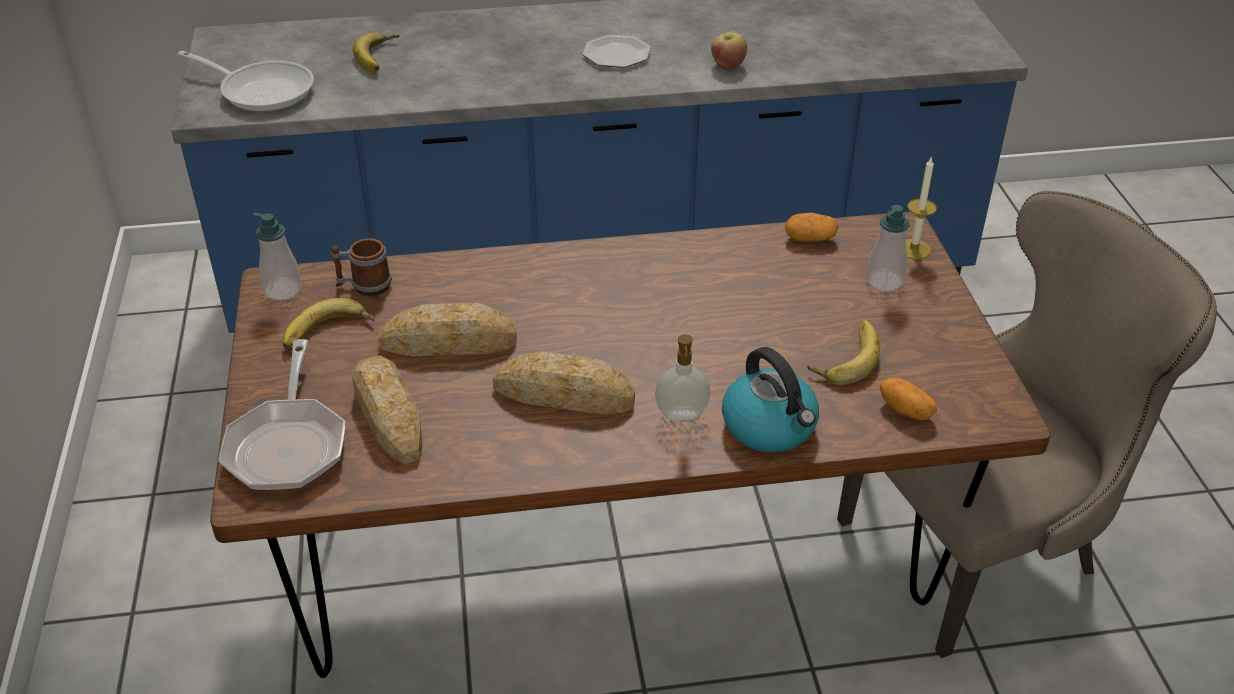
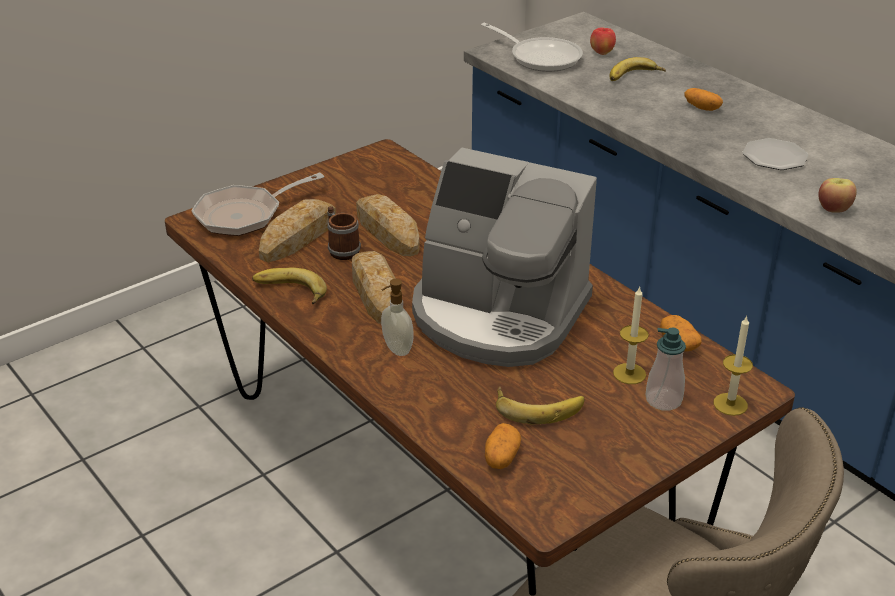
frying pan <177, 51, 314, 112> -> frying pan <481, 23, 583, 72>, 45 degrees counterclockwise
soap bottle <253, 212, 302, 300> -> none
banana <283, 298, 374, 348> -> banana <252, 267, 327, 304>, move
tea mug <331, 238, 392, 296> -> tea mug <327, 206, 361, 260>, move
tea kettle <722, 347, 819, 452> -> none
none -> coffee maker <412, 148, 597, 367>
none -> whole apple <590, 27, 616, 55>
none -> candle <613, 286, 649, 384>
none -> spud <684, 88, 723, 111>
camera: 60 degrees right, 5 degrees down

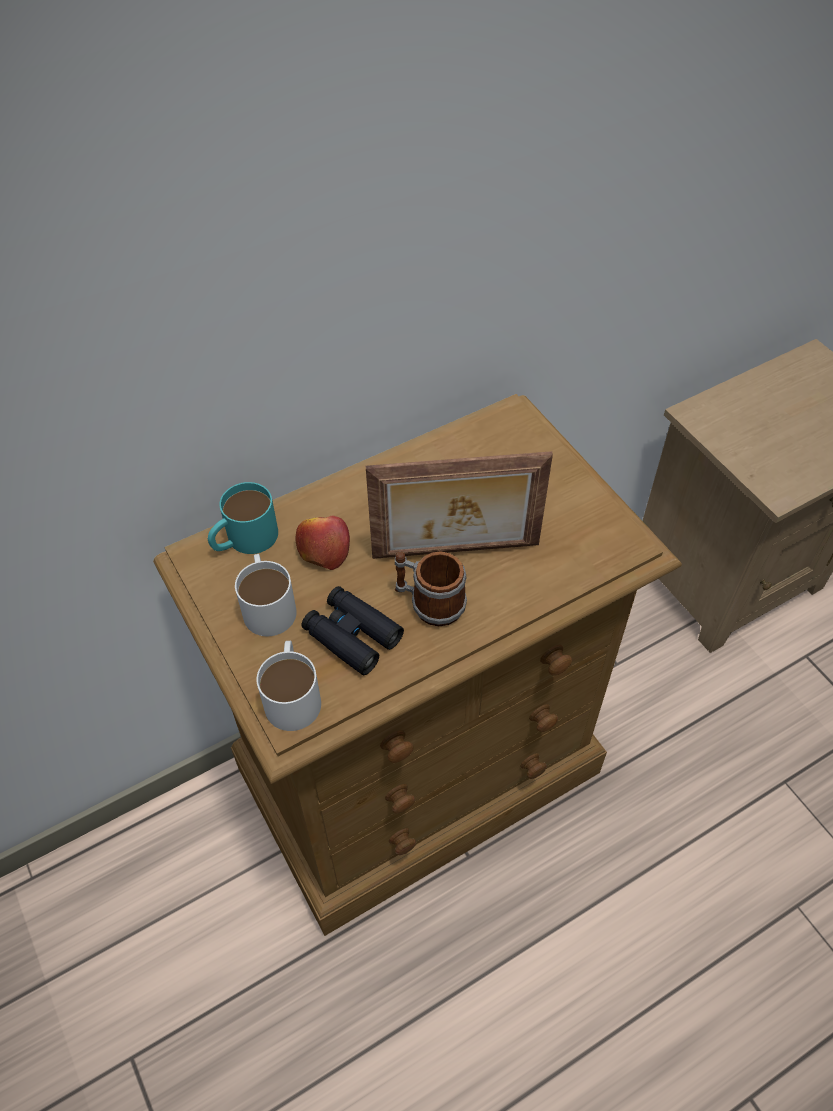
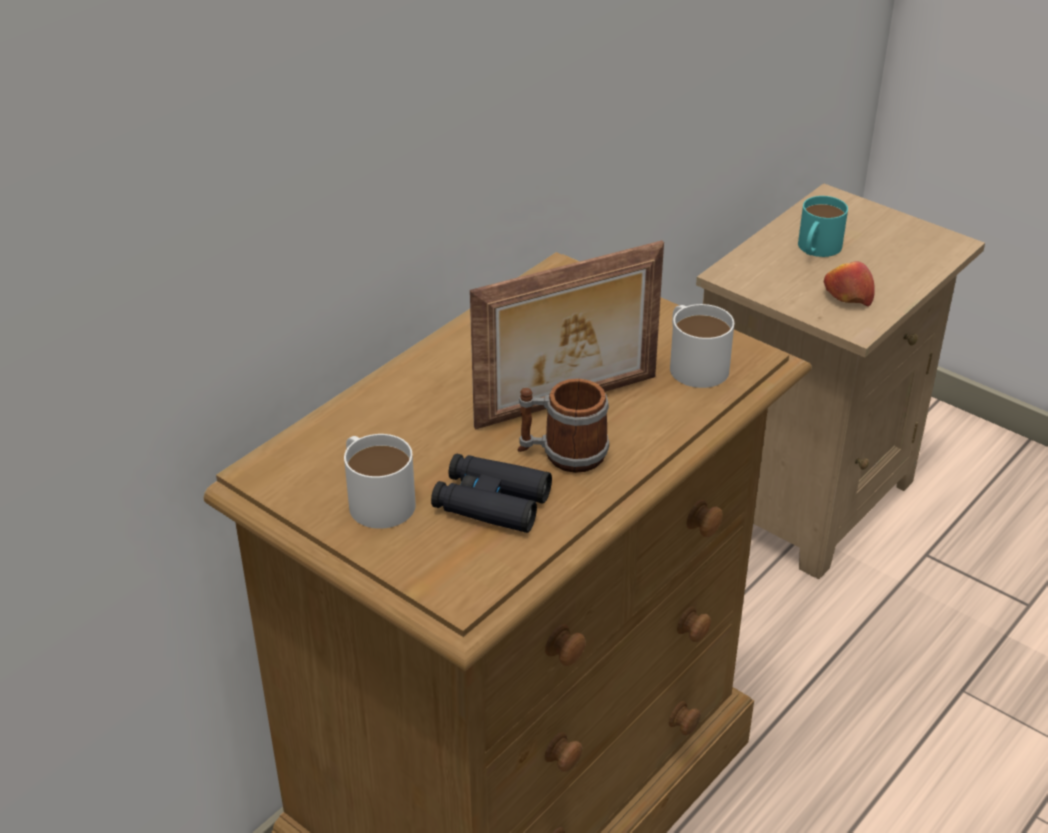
turquoise tea mug <208, 482, 278, 554> -> turquoise tea mug <798, 196, 848, 257>, move
white tea mug <256, 641, 321, 731> -> white tea mug <670, 304, 734, 388>, move
whole apple <296, 516, 350, 570> -> whole apple <824, 261, 875, 307>, move
camera: 20 degrees left, 15 degrees down

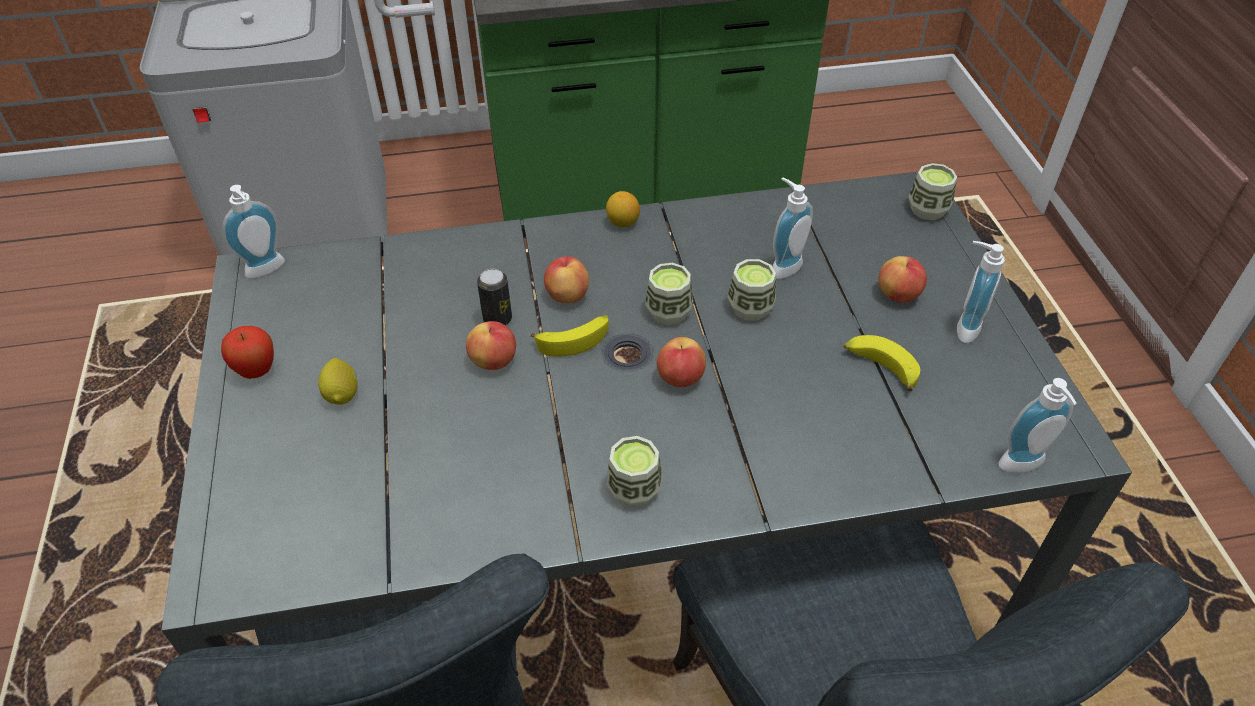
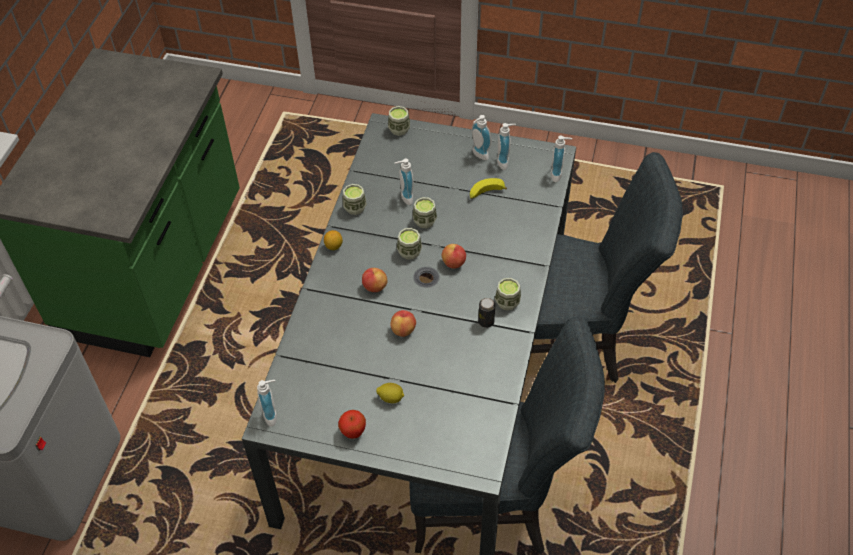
sealed can <477, 269, 512, 325> -> sealed can <478, 298, 495, 328>, move
banana <531, 315, 609, 356> -> none
whole apple <878, 256, 927, 303> -> none
none -> small cup <343, 184, 367, 215>
none -> soap bottle <497, 123, 516, 170>
camera: 65 degrees left, 5 degrees up

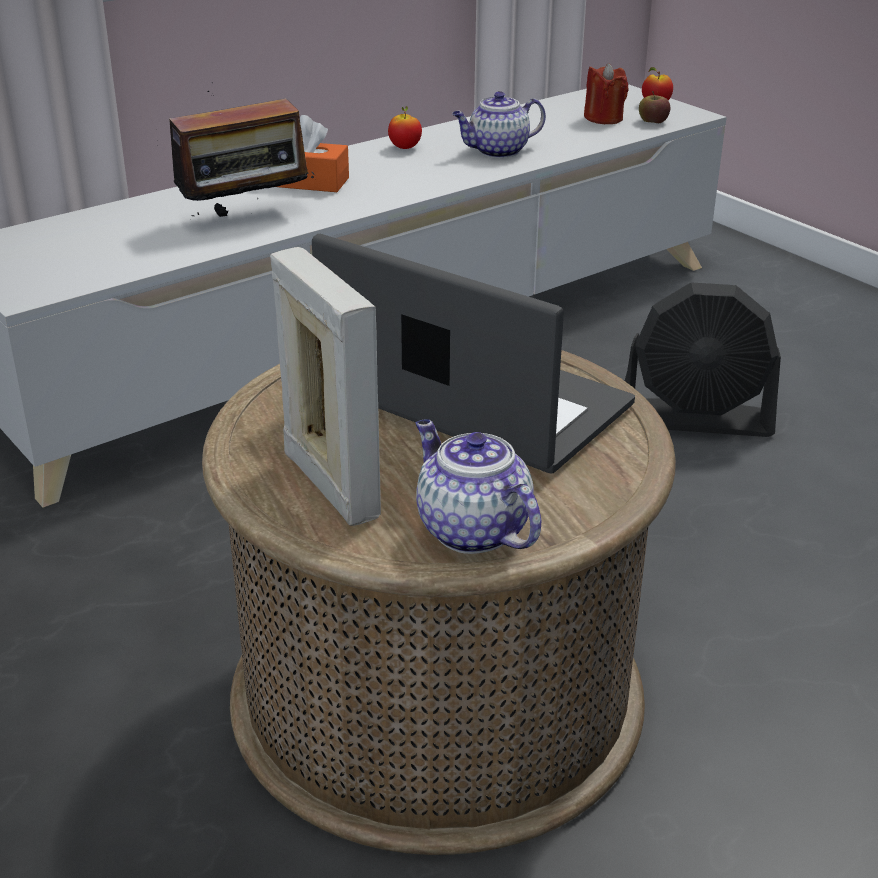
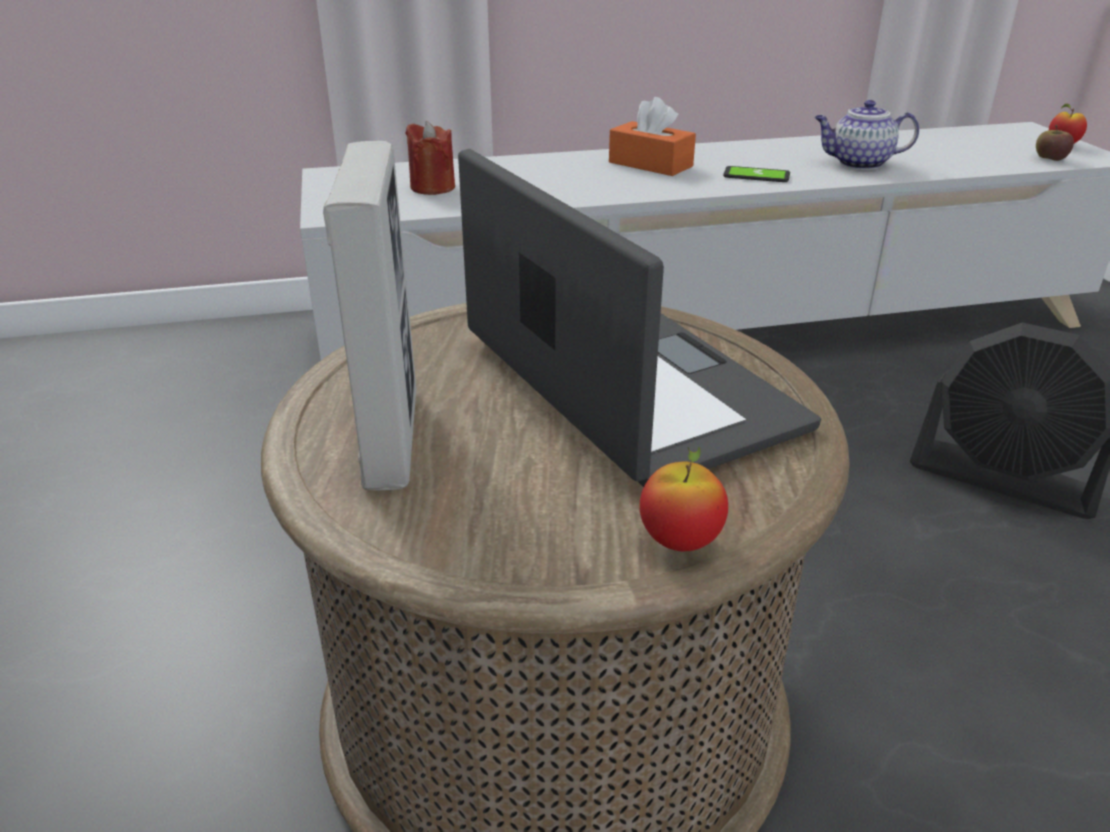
radio set <156, 90, 314, 220> -> none
whole apple <388, 106, 422, 149> -> whole apple <639, 446, 728, 551>, move
pot for tea <416, 419, 541, 554> -> none
red-coloured candle <584, 63, 628, 124> -> red-coloured candle <405, 121, 455, 195>, move
none -> handset <723, 166, 790, 182>
camera: 25 degrees right, 0 degrees up

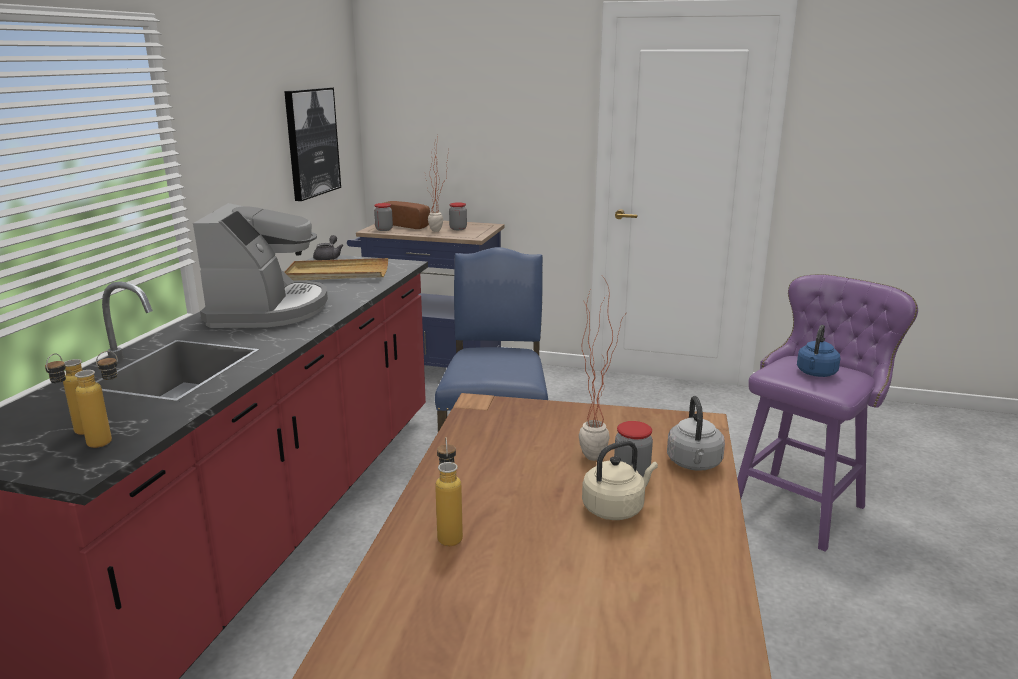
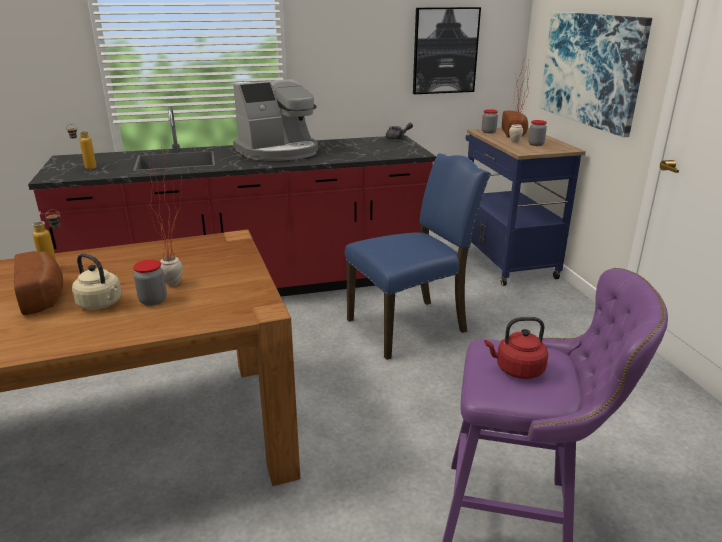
drink bottle <75, 351, 118, 448> -> none
beige carrying tray <285, 258, 388, 280> -> none
grey tea kettle <667, 396, 725, 471> -> none
blue tea kettle <797, 325, 840, 377> -> red-coloured tea kettle <484, 317, 548, 379>
none -> bakery bread <14, 251, 63, 315>
none -> picture <540, 12, 652, 137>
camera: 60 degrees right, 5 degrees up

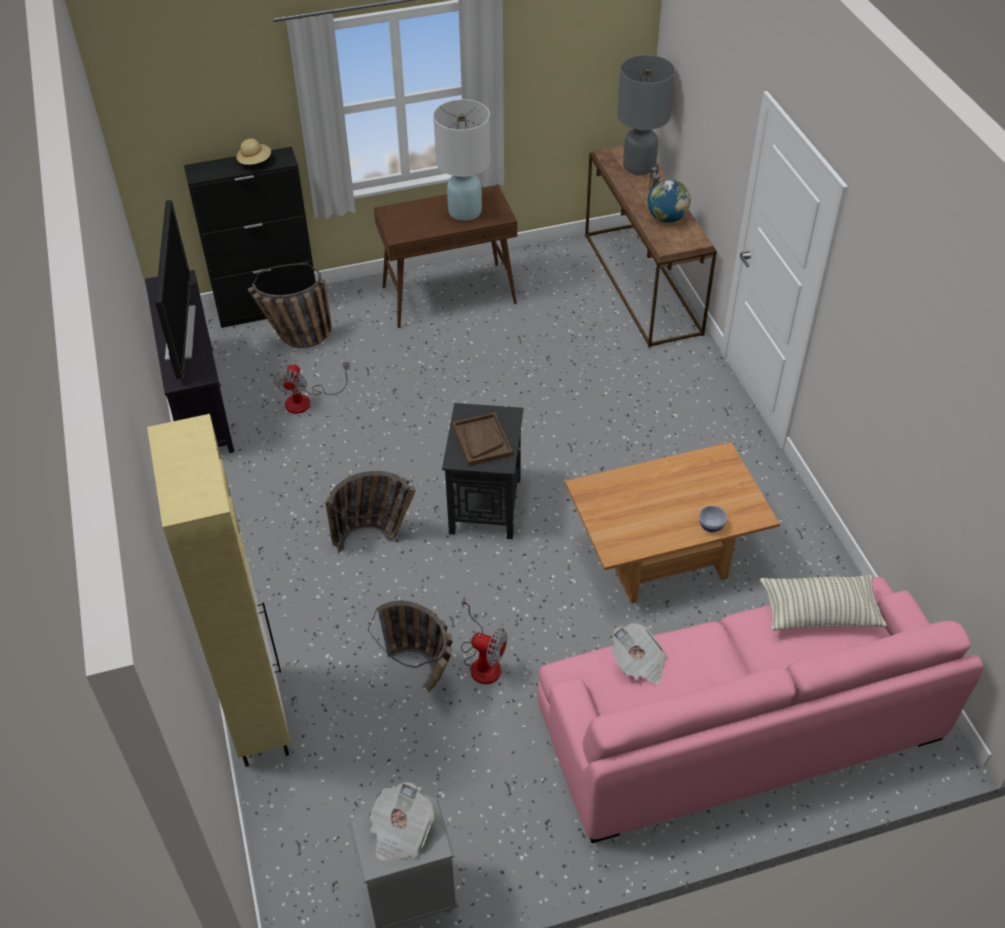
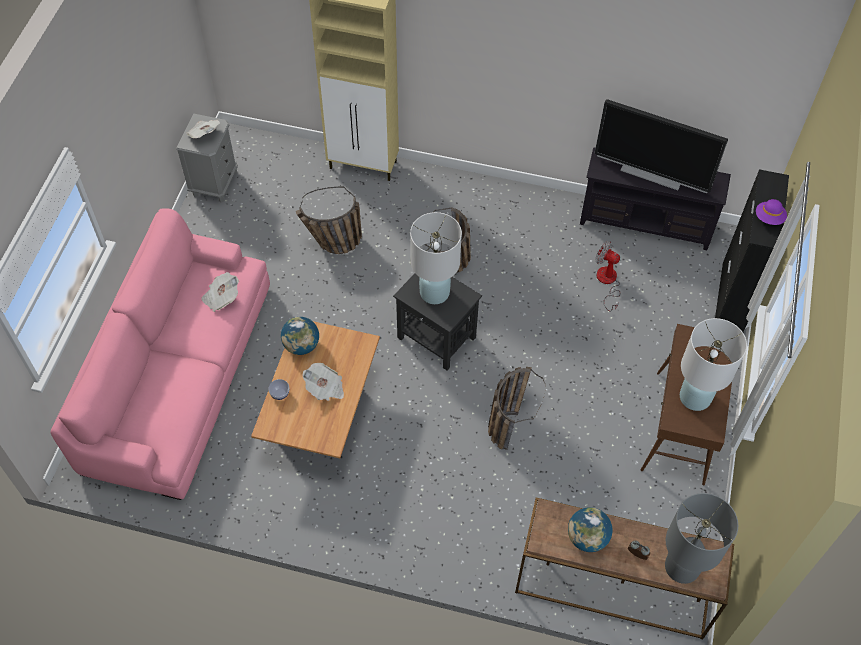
beige hat <236, 139, 271, 165> -> purple-coloured hat <756, 199, 787, 225>
household basket <248, 263, 332, 348> -> household basket <488, 367, 545, 450>, move
brownish carrying tray <452, 412, 513, 466> -> white table lamp <410, 212, 462, 304>
electric fan <461, 596, 507, 684> -> none
pillow <759, 575, 887, 631> -> none
none -> desk globe <281, 317, 319, 355>
none -> printed paper <302, 363, 344, 401>
camera: 120 degrees right, 10 degrees up

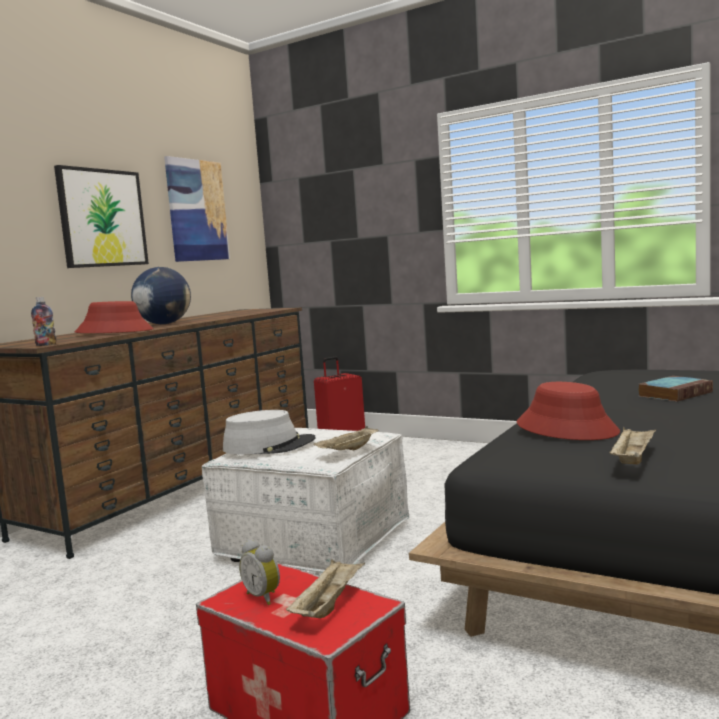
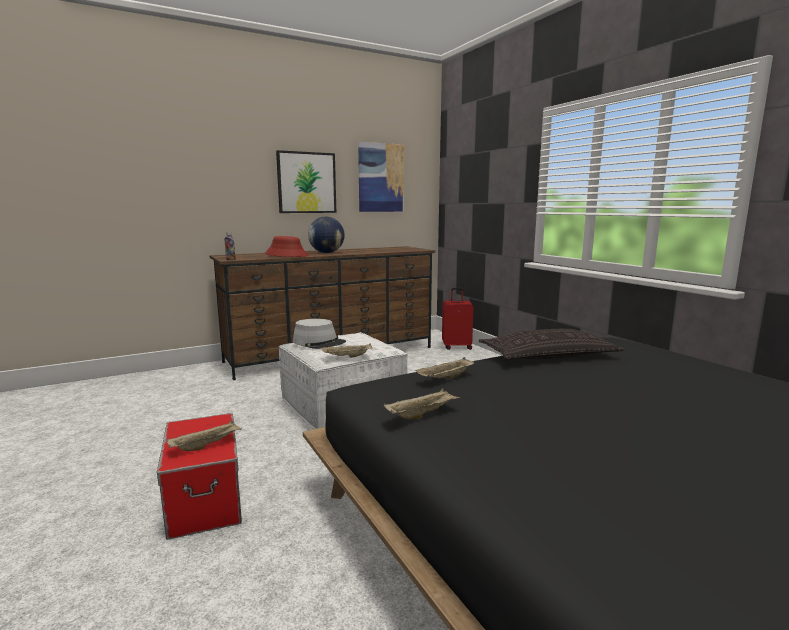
alarm clock <239, 540, 280, 605> -> none
red-coloured hat <517, 382, 620, 440> -> beige carrying tray <416, 357, 474, 379>
bound book <638, 376, 713, 402> -> none
none -> pillow <479, 329, 624, 360>
camera: 30 degrees right, 5 degrees up

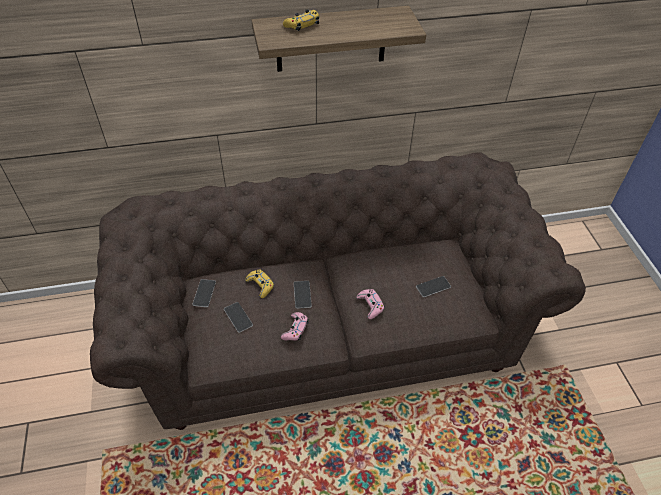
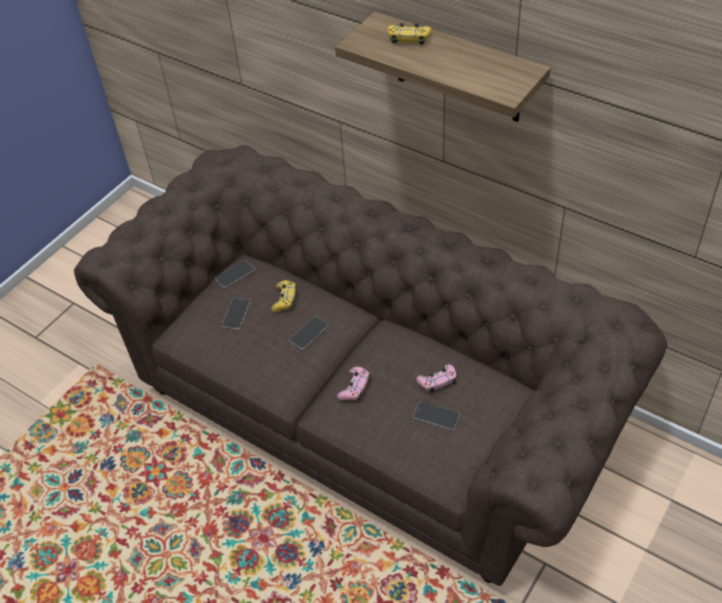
pinkish gamepad <281, 312, 309, 341> -> pinkish gamepad <416, 364, 456, 393>, move
camera: 50 degrees right, 0 degrees up

